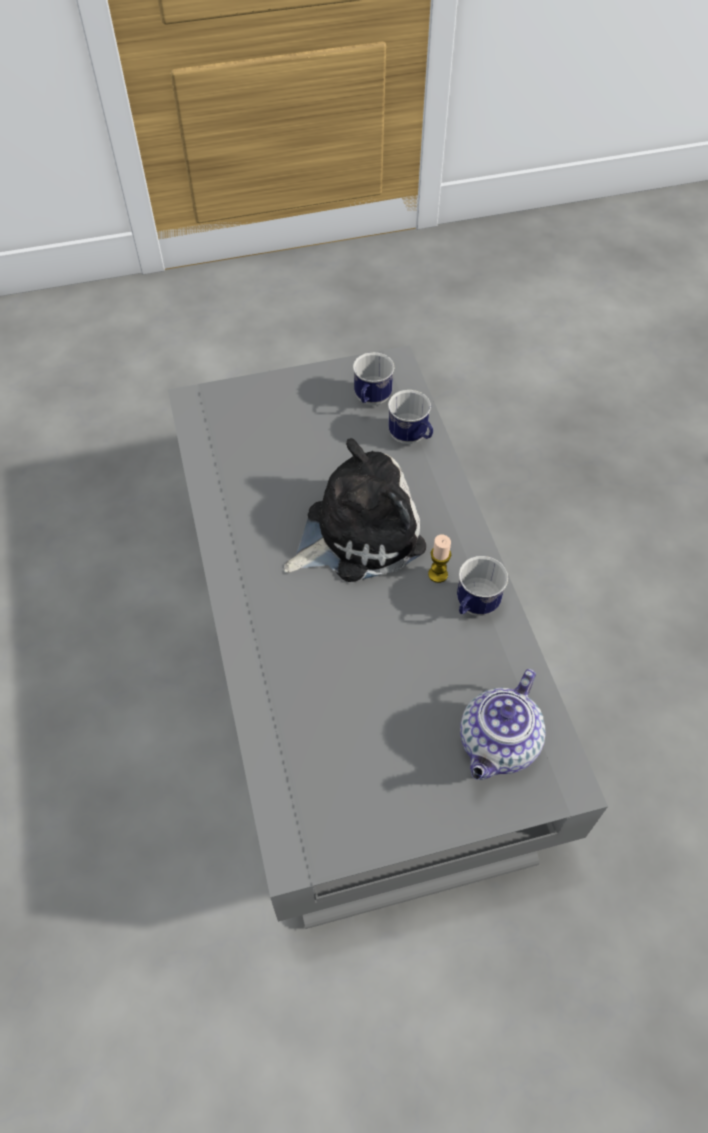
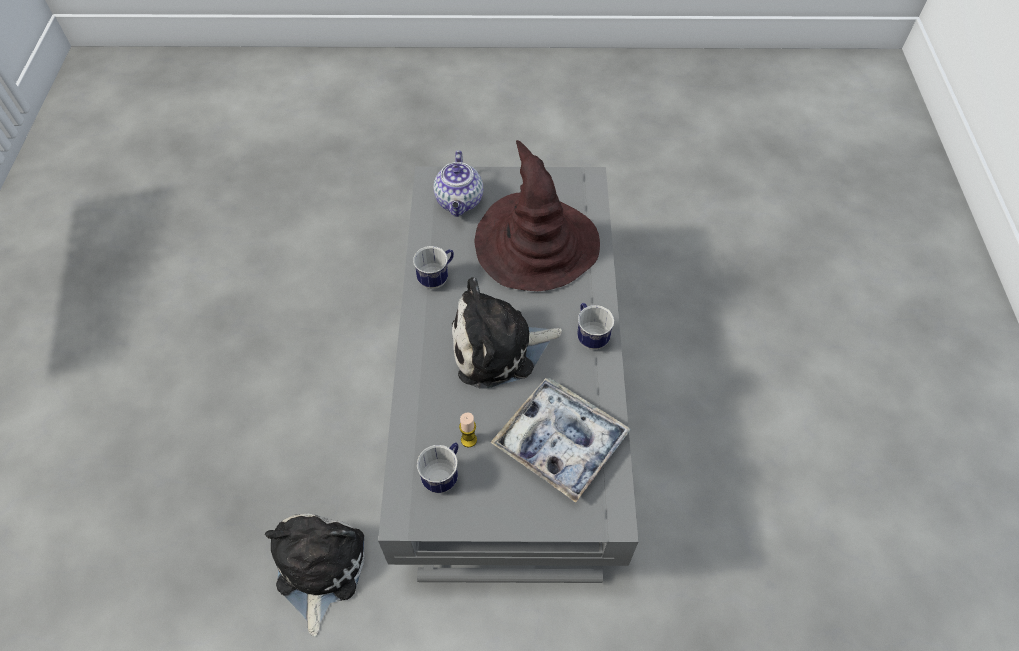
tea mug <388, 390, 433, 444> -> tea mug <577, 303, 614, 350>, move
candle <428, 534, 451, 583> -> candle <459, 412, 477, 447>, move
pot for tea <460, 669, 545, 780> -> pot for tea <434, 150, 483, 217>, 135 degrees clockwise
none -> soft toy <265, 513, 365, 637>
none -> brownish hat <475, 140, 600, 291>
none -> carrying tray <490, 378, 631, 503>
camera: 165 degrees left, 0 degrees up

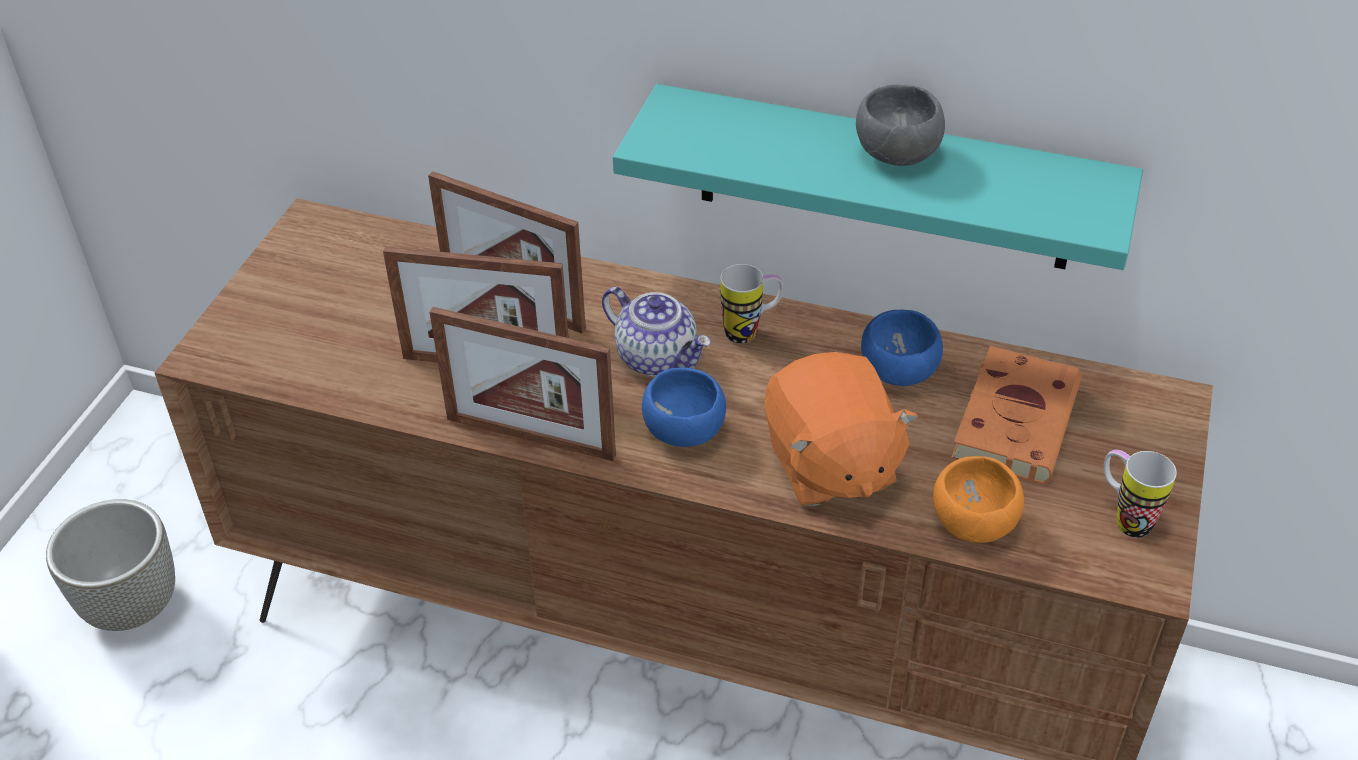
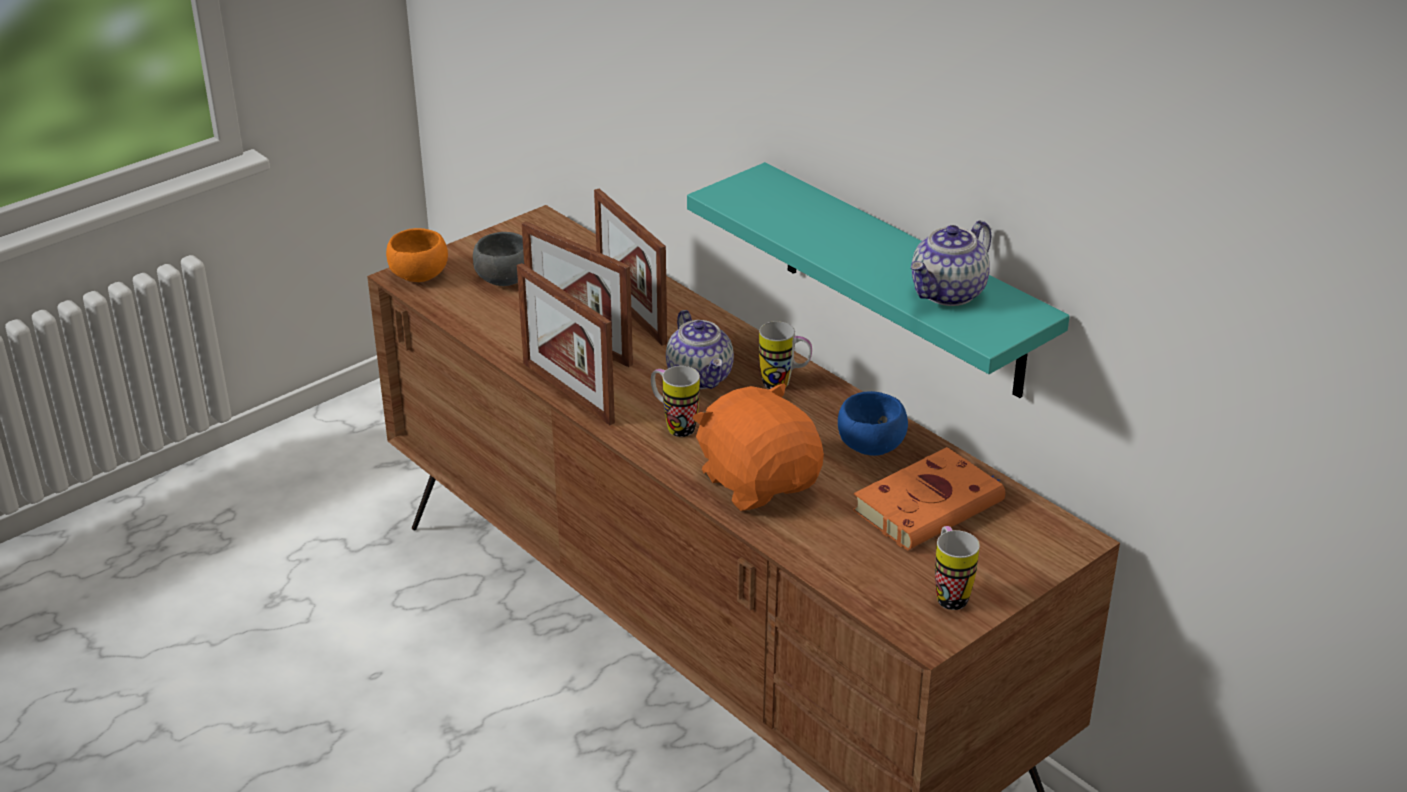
grey flower pot <46, 499, 175, 631> -> none
blue bowl <642, 367, 726, 447> -> tea mug <651, 366, 700, 437>
orange-coloured soft toy <765, 352, 918, 507> -> orange-coloured soft toy <692, 383, 824, 511>, 135 degrees clockwise
grey bowl <856, 85, 945, 166> -> grey bowl <473, 232, 524, 286>, move
orange-coloured bowl <933, 456, 1024, 543> -> orange-coloured bowl <386, 228, 448, 282>, move
none -> pot for tea <911, 220, 992, 306>
camera: 30 degrees right, 10 degrees down

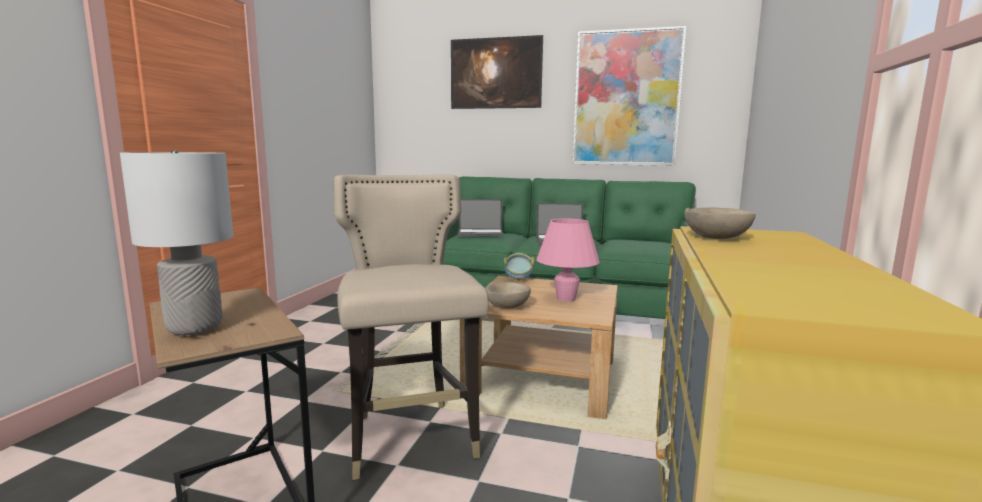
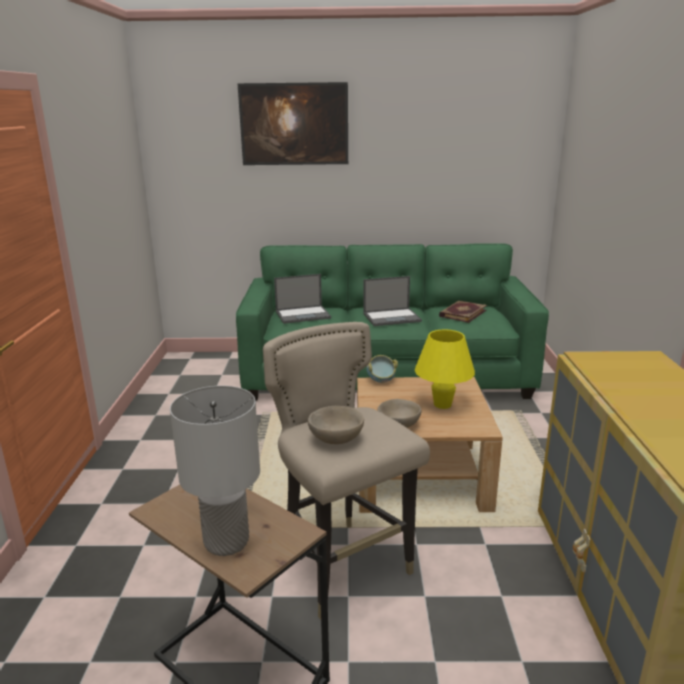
pinkish table lamp <536, 218, 600, 302> -> yellow table lamp <415, 329, 475, 409>
picture <573, 26, 686, 166> -> none
beige bowl <685, 207, 756, 239> -> beige bowl <308, 406, 364, 444>, move
none -> bound book <439, 300, 487, 323>
camera: 15 degrees left, 10 degrees up

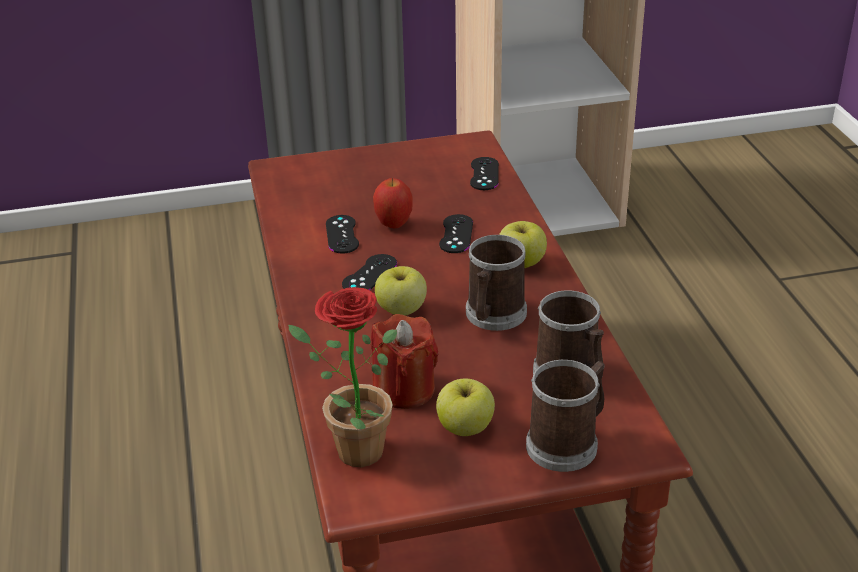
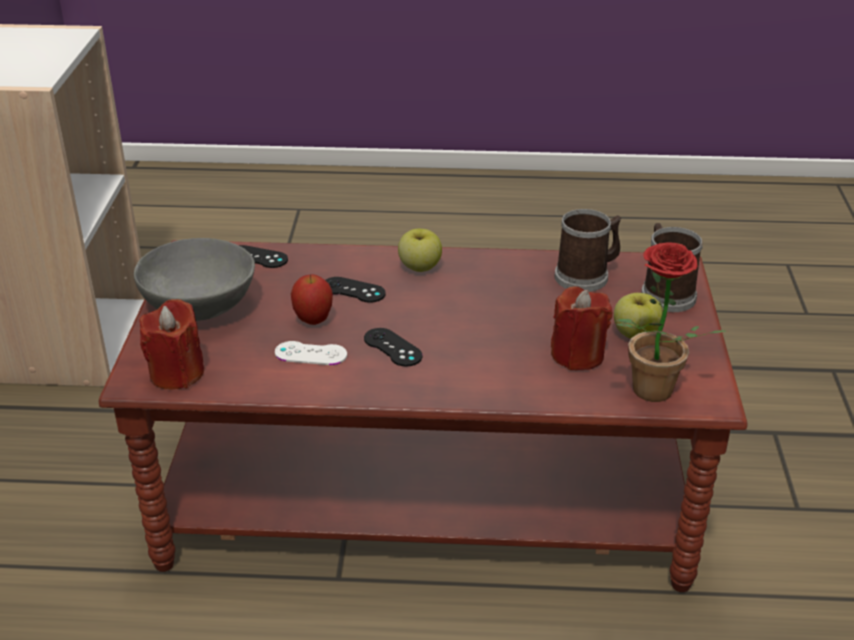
black-coloured gamepad <326, 215, 359, 254> -> white gamepad <275, 341, 347, 365>
whole apple <375, 266, 427, 316> -> none
tea mug <466, 235, 527, 331> -> none
none -> grey bowl <134, 238, 255, 321>
none -> red-coloured candle <139, 299, 204, 389>
camera: 75 degrees left, 0 degrees up

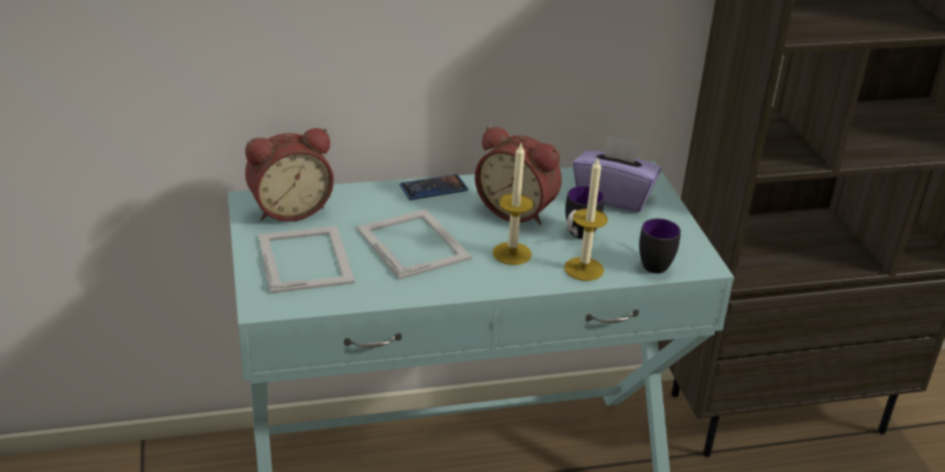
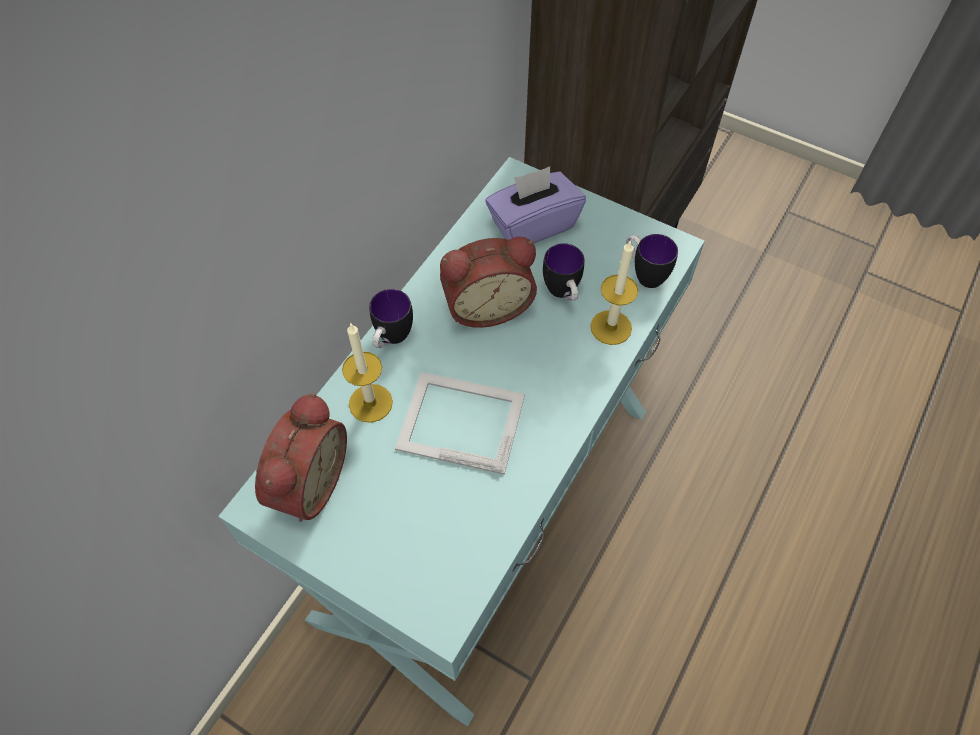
photo frame <258, 226, 355, 294> -> none
handset <400, 174, 468, 200> -> tea mug <369, 289, 413, 348>
candle <493, 144, 533, 265> -> candle <342, 323, 393, 423>, move
camera: 45 degrees left, 25 degrees up

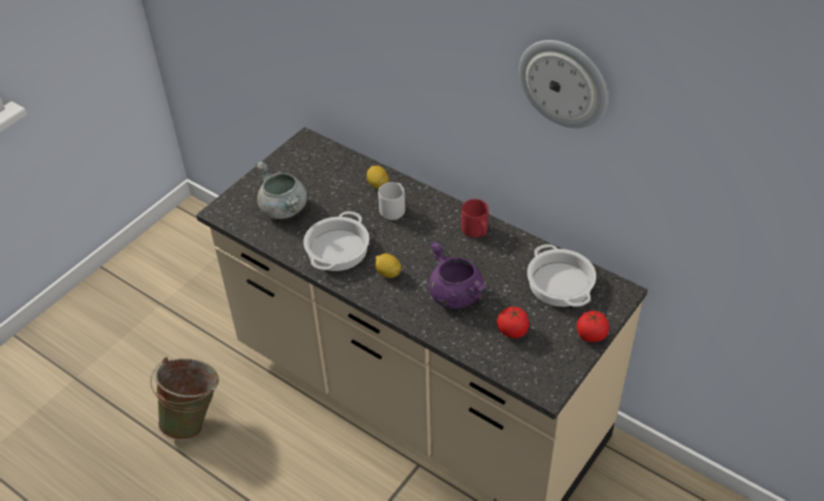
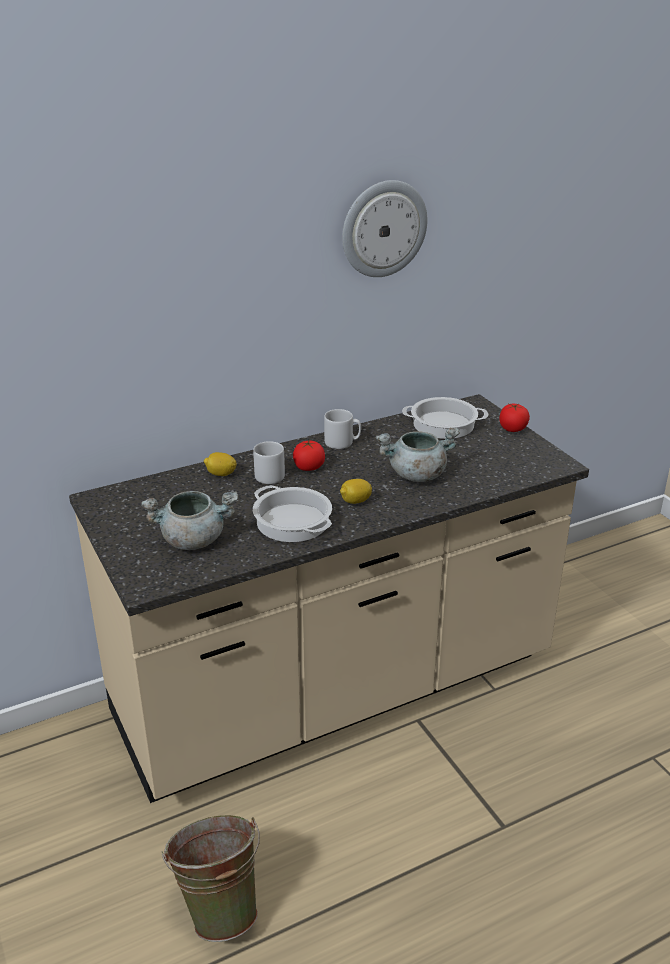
purple-coloured stockpot <429, 241, 487, 309> -> grey stockpot <376, 427, 460, 482>
red-coloured tea mug <461, 199, 489, 237> -> grey tea mug <324, 409, 361, 449>
fresh tomato <497, 307, 529, 338> -> fresh tomato <293, 441, 325, 471>, move
camera: 65 degrees left, 15 degrees down

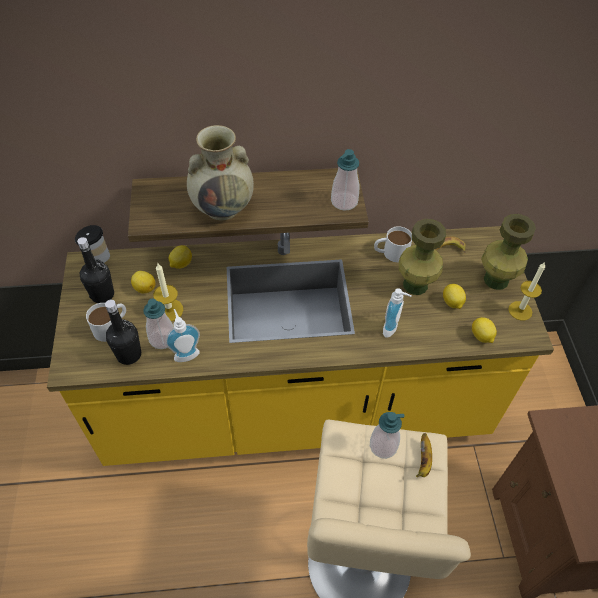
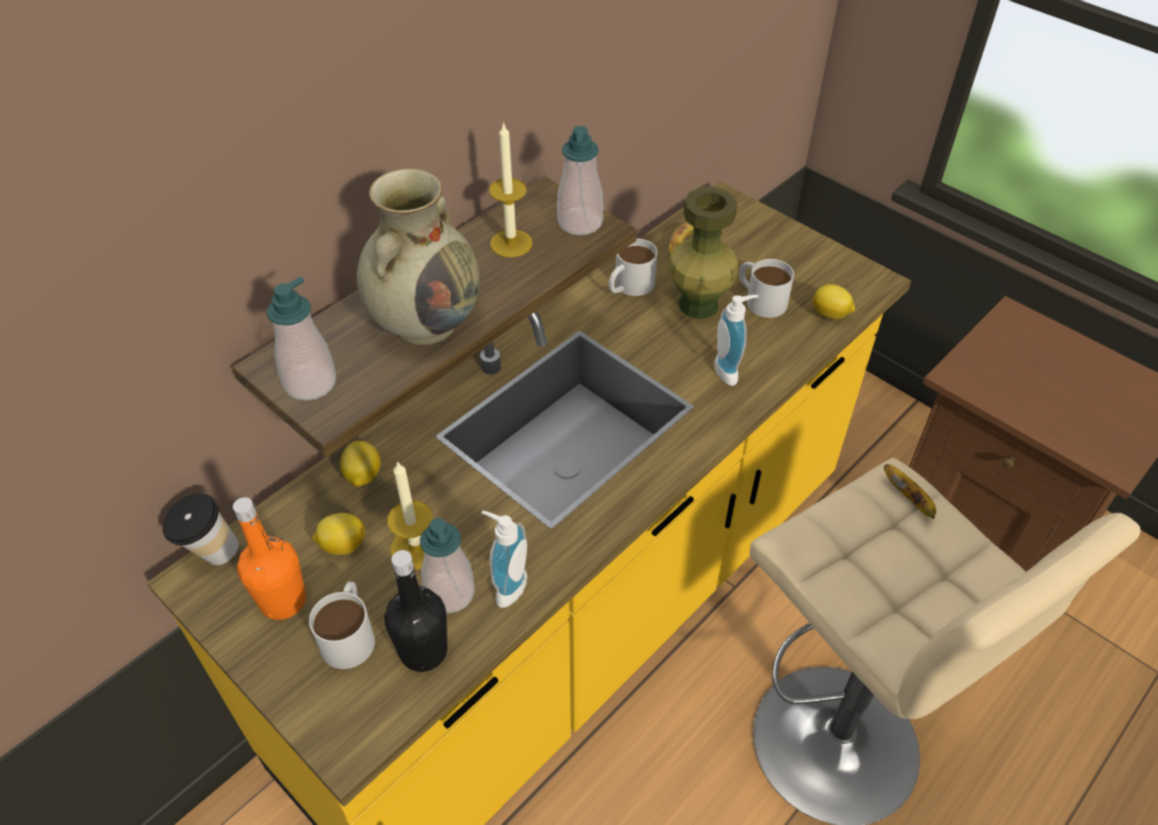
black-coloured drink bottle <77, 237, 114, 303> -> orange-coloured drink bottle <233, 497, 306, 620>
soap bottle <370, 412, 405, 459> -> soap bottle <267, 277, 336, 401>, move
lemon <443, 284, 466, 309> -> white tea mug <739, 259, 794, 318>
green-coloured flower vase <481, 214, 536, 290> -> none
candle <508, 262, 545, 321> -> candle <489, 122, 532, 257>, move
camera: 40 degrees left, 5 degrees down

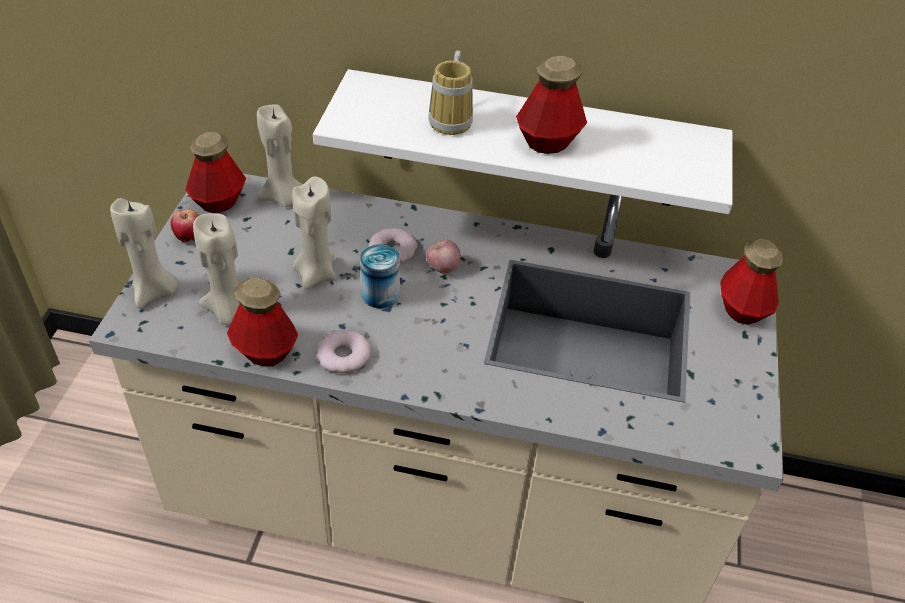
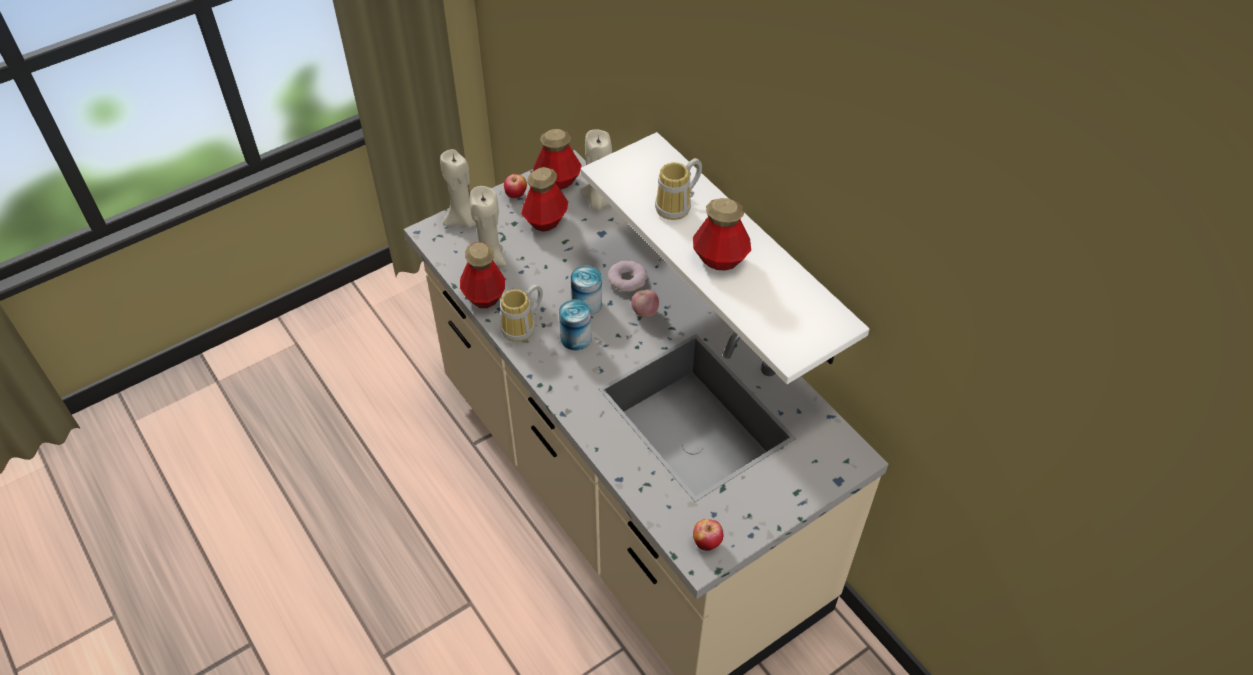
beige candle <292, 177, 336, 289> -> none
donut <317, 330, 371, 373> -> tea mug <500, 284, 543, 342>
drink bottle <720, 239, 783, 325> -> drink bottle <522, 167, 568, 232>, move
none -> sealed can <559, 299, 592, 350>
none -> whole apple <693, 519, 723, 551>
camera: 45 degrees right, 5 degrees up

